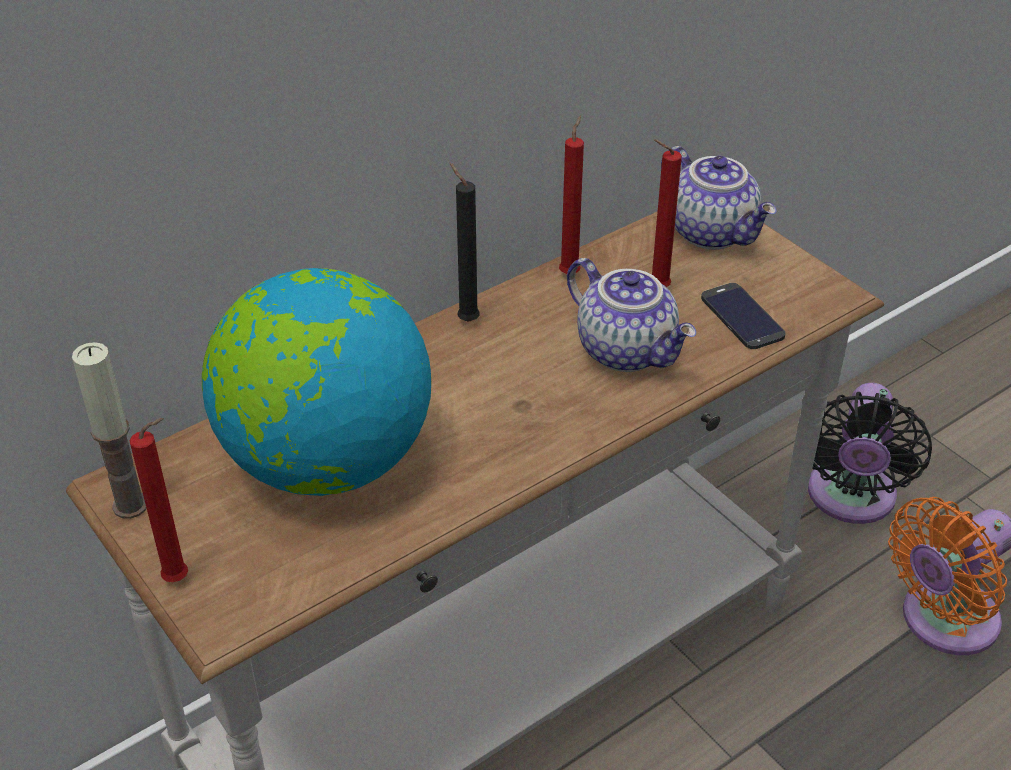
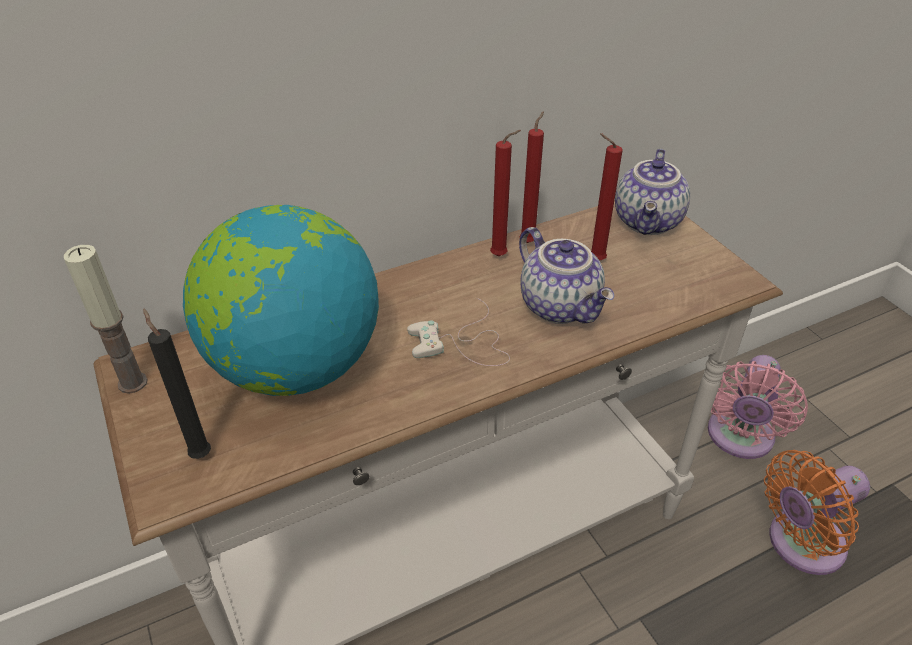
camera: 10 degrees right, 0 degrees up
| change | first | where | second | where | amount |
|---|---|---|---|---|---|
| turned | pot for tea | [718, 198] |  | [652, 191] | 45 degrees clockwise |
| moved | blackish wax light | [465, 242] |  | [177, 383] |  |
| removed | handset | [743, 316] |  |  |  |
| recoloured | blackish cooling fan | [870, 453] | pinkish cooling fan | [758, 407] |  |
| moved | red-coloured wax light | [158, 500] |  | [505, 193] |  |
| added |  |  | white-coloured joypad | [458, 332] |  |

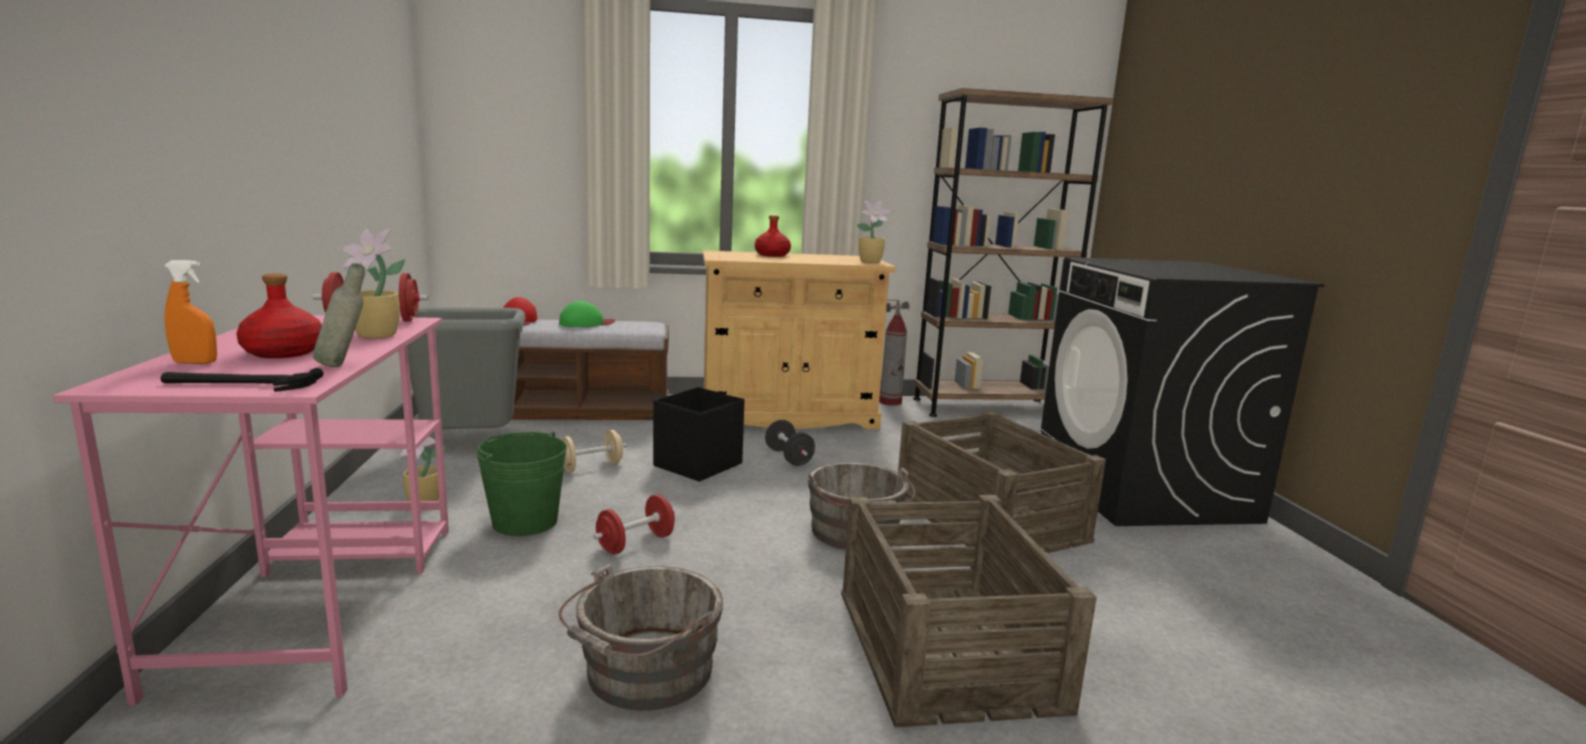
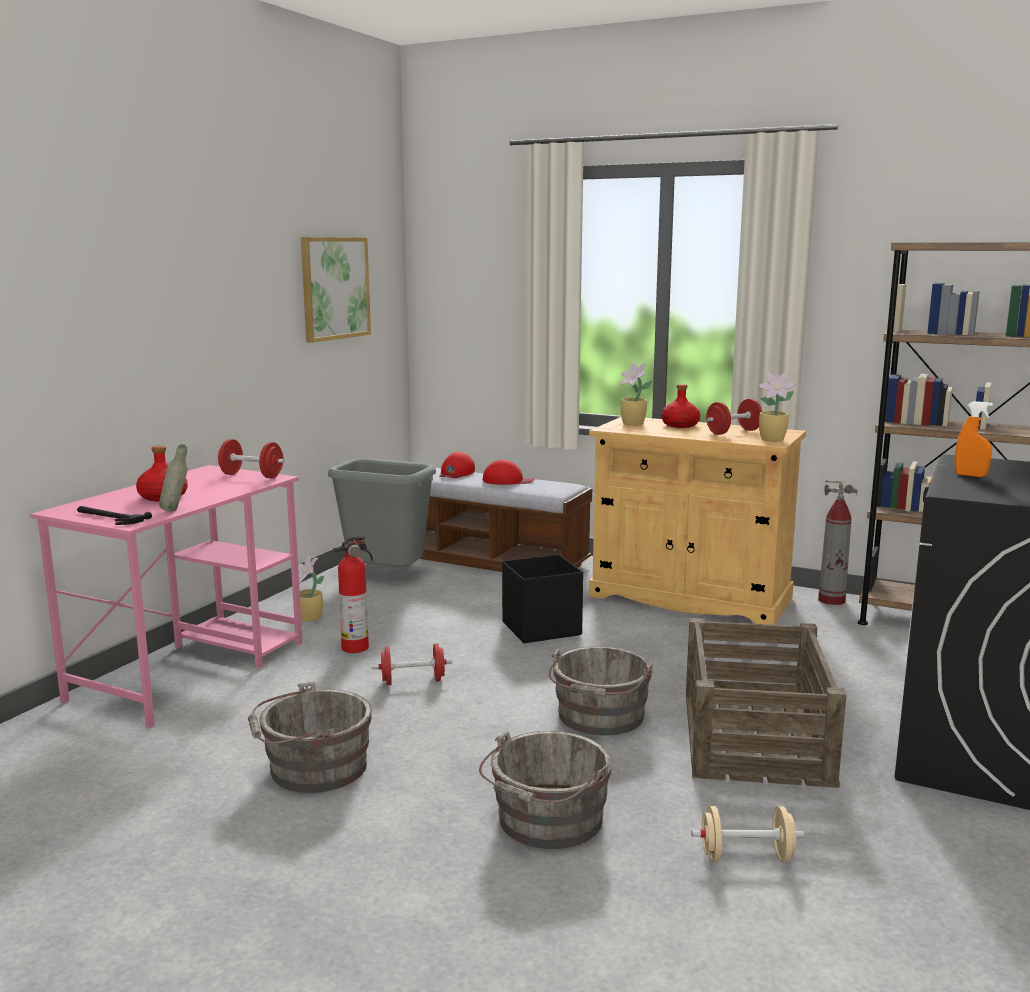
camera: 35 degrees right, 0 degrees up
| change | first | where | second | where | amount |
|---|---|---|---|---|---|
| moved | potted plant | [373, 283] |  | [636, 394] |  |
| moved | orange sprayer | [191, 312] |  | [973, 439] |  |
| recoloured | green baseball cap | [587, 314] | red-coloured baseball cap | [509, 472] |  |
| removed | blackish free weight | [790, 443] |  |  |  |
| moved | sand-coloured free weight | [594, 451] |  | [748, 834] |  |
| replaced | green water bucket | [521, 484] | extinguisher | [353, 594] |  |
| replaced | packing crate | [969, 611] | greyish water bucket | [545, 790] |  |
| added |  |  | wall picture | [336, 290] |  |
| added |  |  | red-coloured free weight | [734, 417] |  |

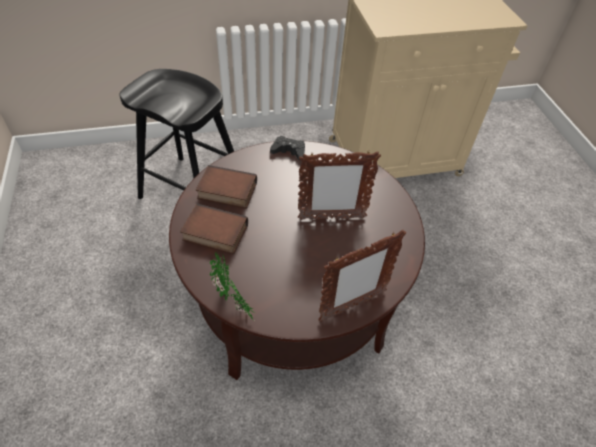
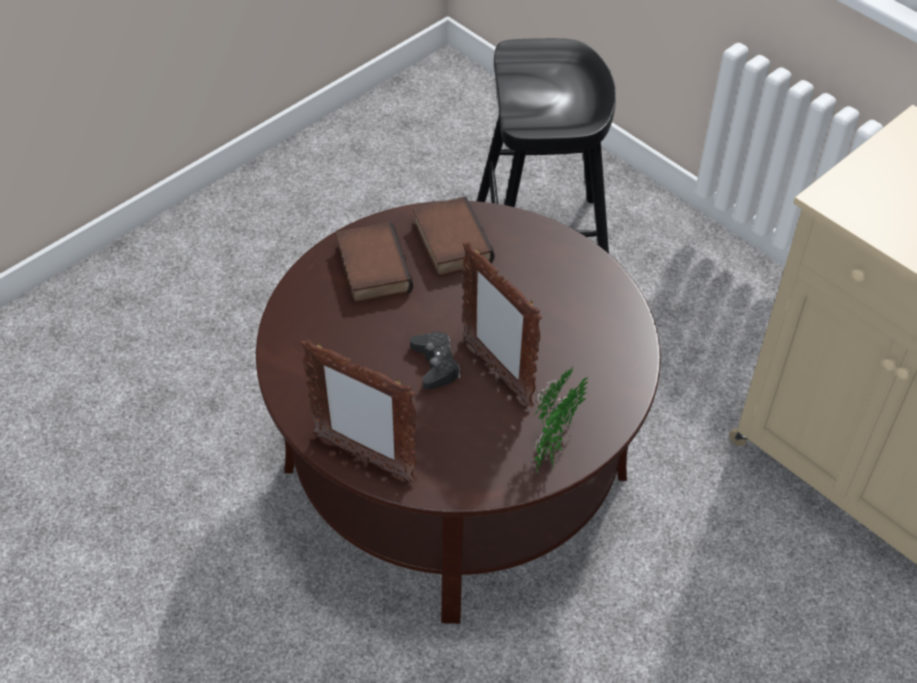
camera: 60 degrees right, 0 degrees up
| change | first | where | second | where | amount |
|---|---|---|---|---|---|
| moved | blackish joypad | [287, 148] |  | [435, 361] |  |
| moved | potted plant | [232, 285] |  | [561, 420] |  |

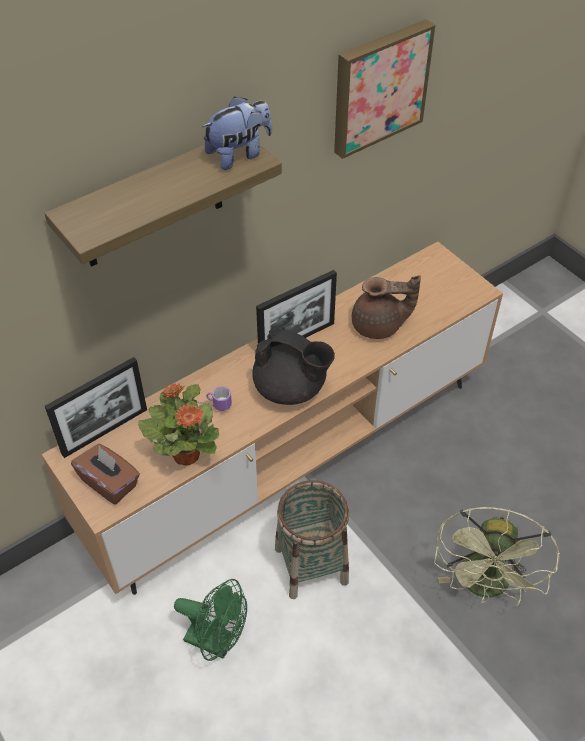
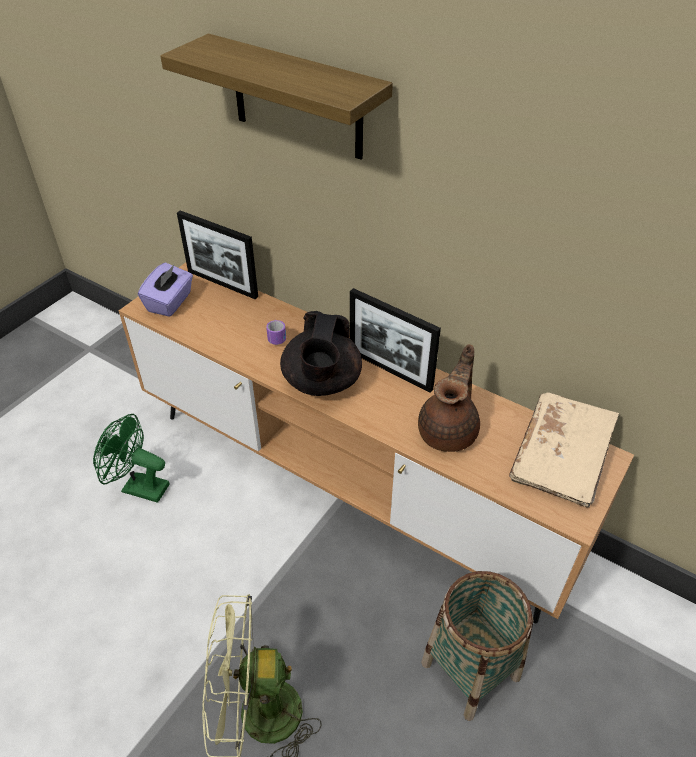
camera: 70 degrees right, 5 degrees down
| change | first | where | second | where | amount |
|---|---|---|---|---|---|
| removed | wall picture | [384, 89] |  |  |  |
| removed | cuddly toy | [237, 133] |  |  |  |
| turned | brownish pot for tea | [386, 307] |  | [449, 398] | 135 degrees counterclockwise |
| removed | potted plant | [178, 424] |  |  |  |
| recoloured | brownish tissue box | [105, 474] | purple tissue box | [165, 289] |  |
| moved | storage basket | [312, 539] |  | [477, 646] |  |
| turned | green cooling fan | [210, 620] |  | [131, 458] | 105 degrees clockwise |
| added |  |  | sand-coloured bound book | [564, 450] |  |

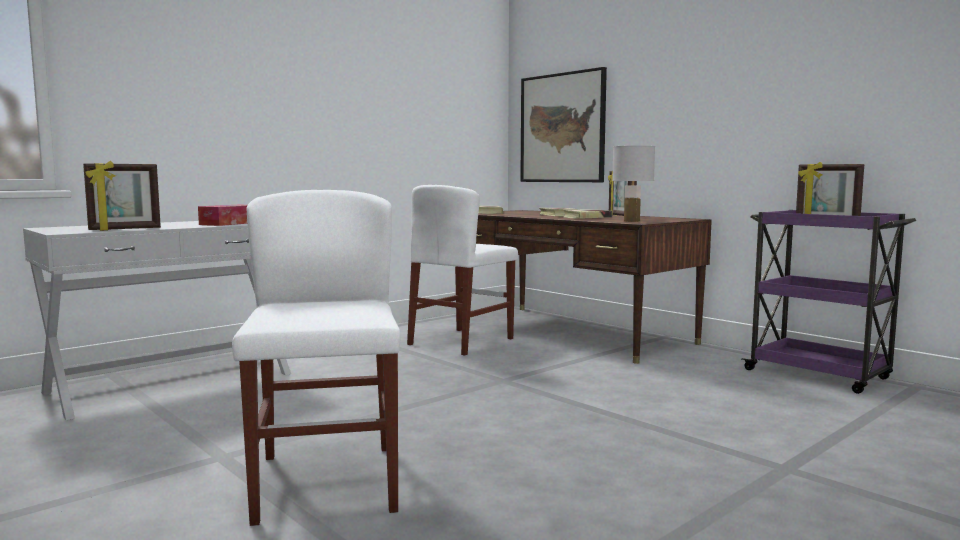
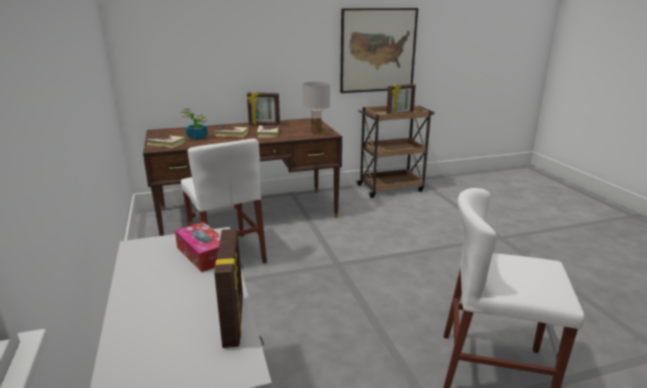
camera: 65 degrees left, 15 degrees up
| change | first | where | second | where | amount |
|---|---|---|---|---|---|
| moved | wall picture | [563, 124] |  | [379, 50] |  |
| recoloured | purple wheeled cart | [829, 302] | brownish wheeled cart | [395, 151] |  |
| added |  |  | potted plant | [194, 124] |  |

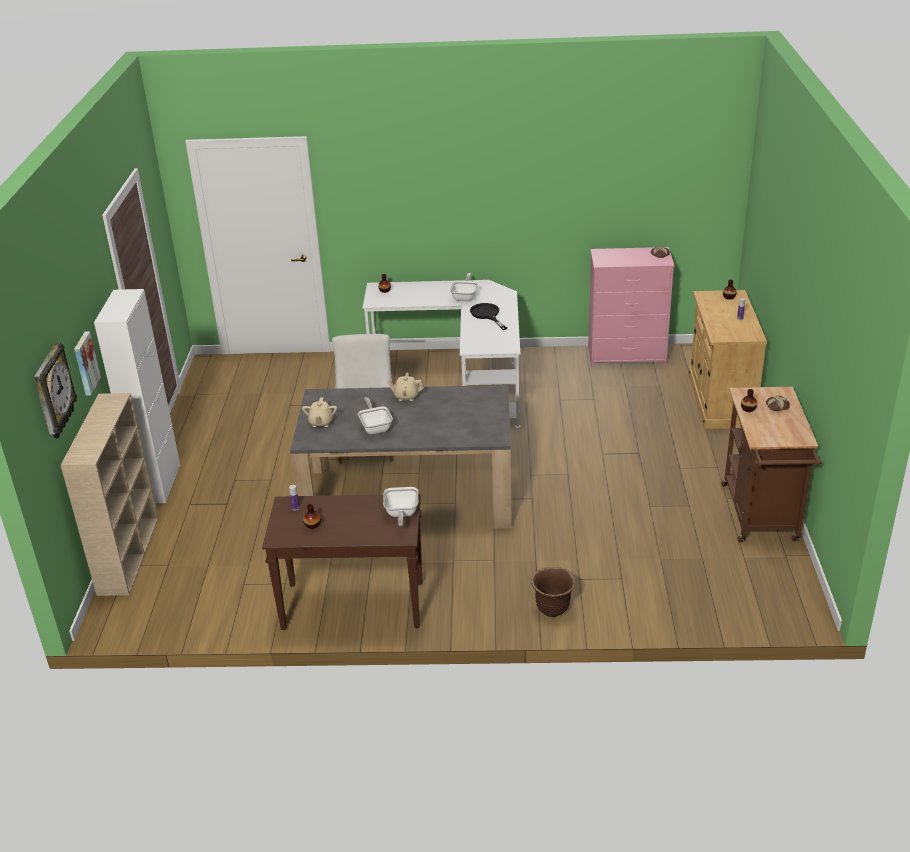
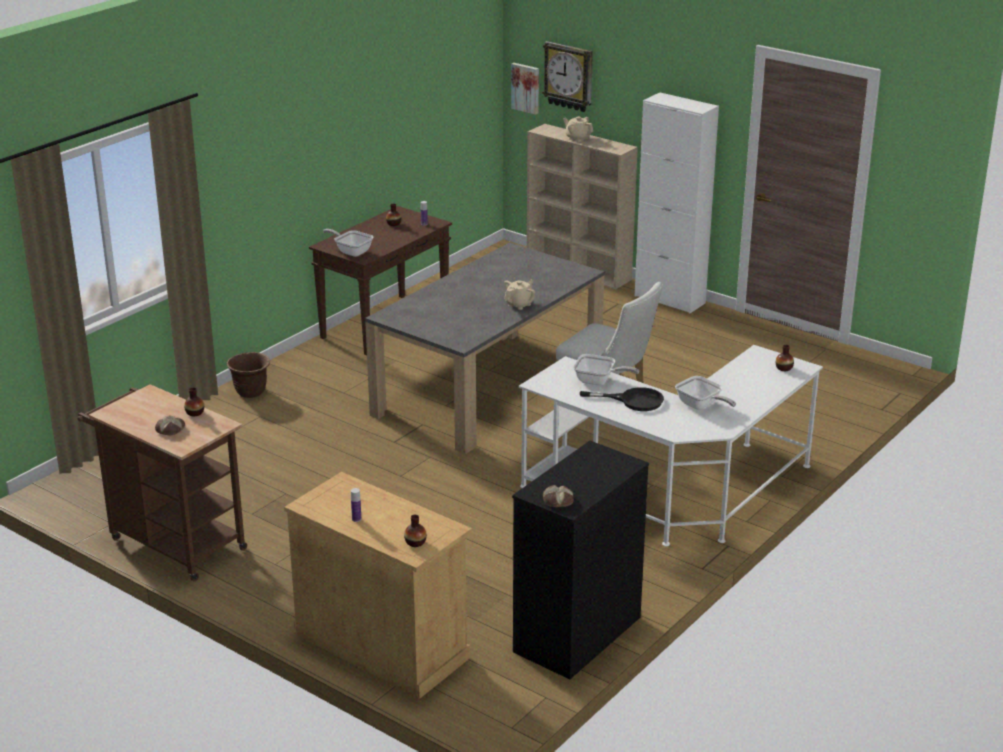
camera: 125 degrees right, 5 degrees down
| change | first | where | second | where | amount |
|---|---|---|---|---|---|
| recoloured | pinkish dresser | [631, 307] | blackish dresser | [580, 560] |  |
| moved | wall picture | [87, 363] |  | [525, 89] |  |
| moved | sand-coloured pot for tea | [319, 412] |  | [578, 129] |  |
| moved | pan | [375, 416] |  | [606, 369] |  |

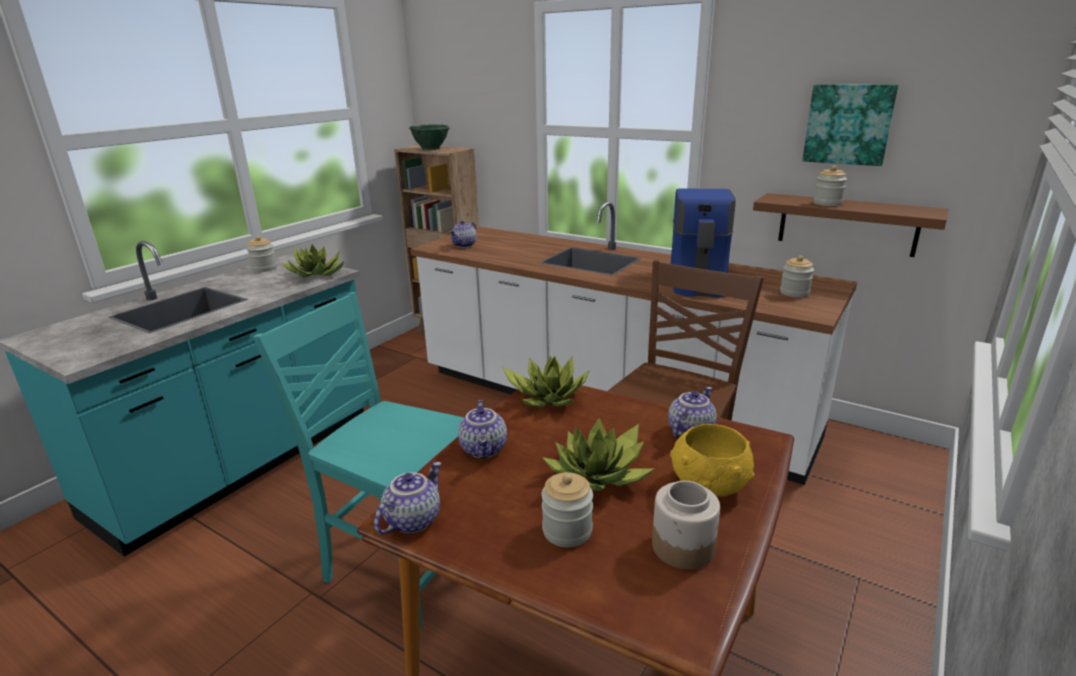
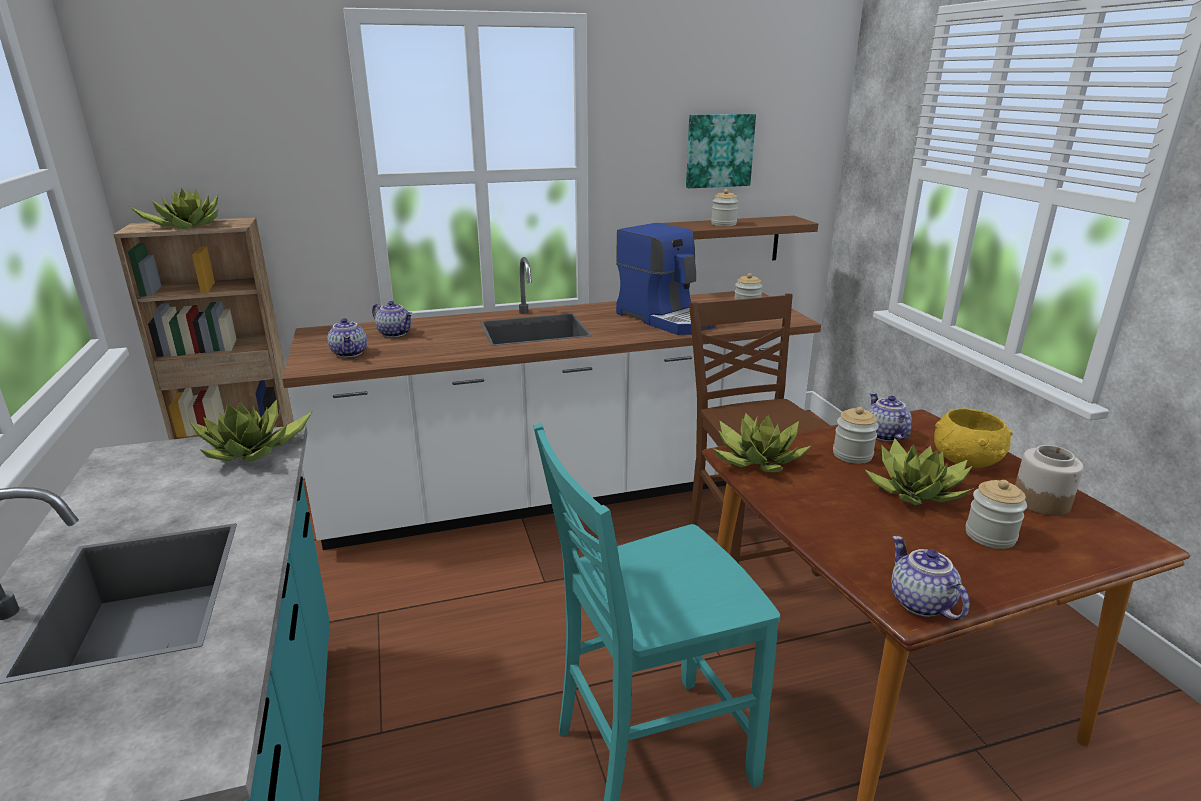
camera: 50 degrees left, 0 degrees up
| change | first | where | second | where | amount |
|---|---|---|---|---|---|
| replaced | green deep dish | [429, 137] | potted plant | [174, 208] |  |
| moved | preserve jar | [261, 254] |  | [856, 435] |  |
| moved | pot for tea | [482, 429] |  | [392, 319] |  |

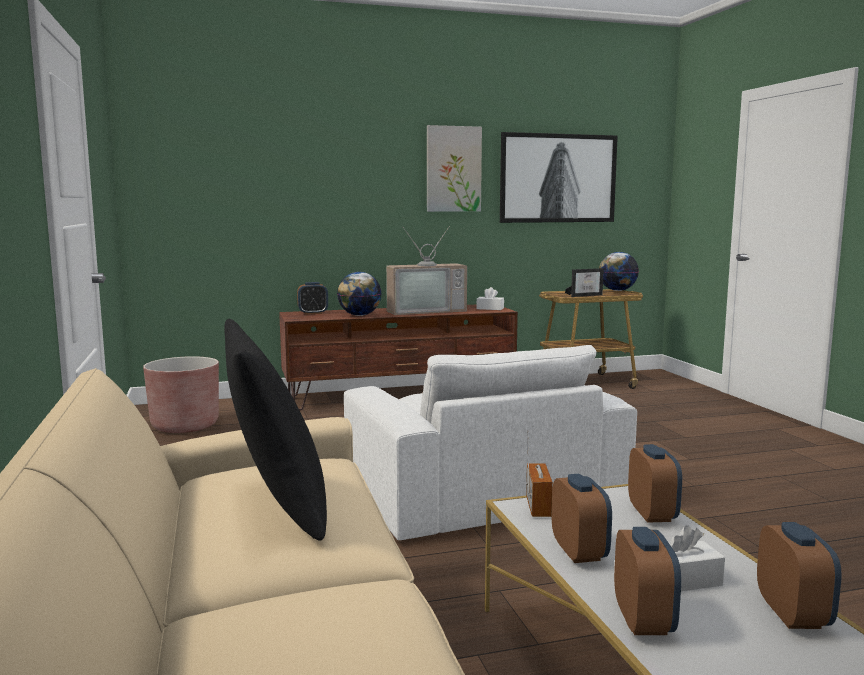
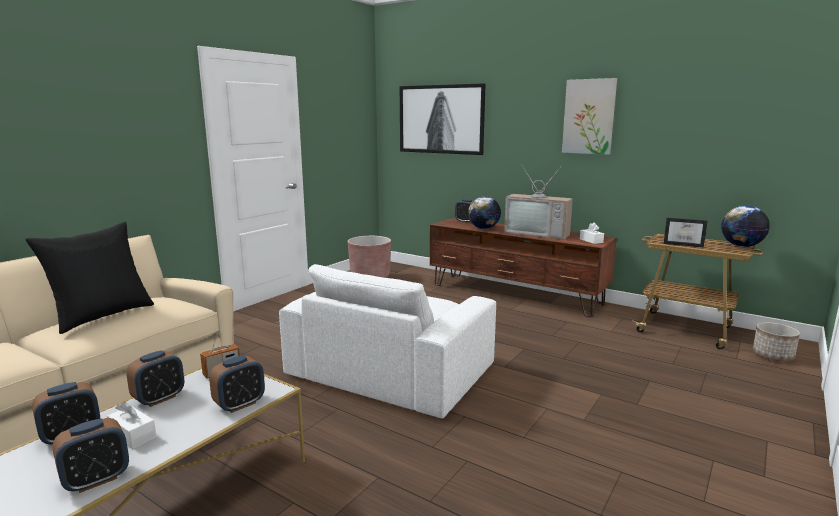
camera: 50 degrees right, 5 degrees up
| change | first | where | second | where | amount |
|---|---|---|---|---|---|
| moved | wall picture | [559, 177] |  | [442, 119] |  |
| added |  |  | planter | [776, 341] |  |

